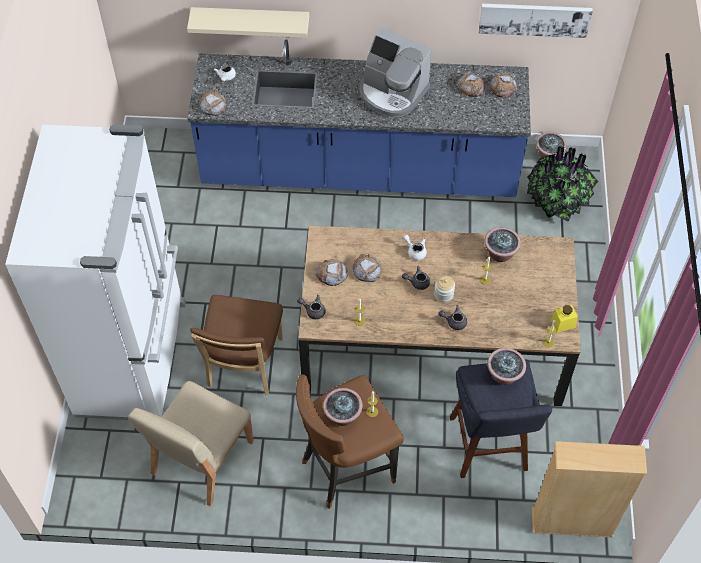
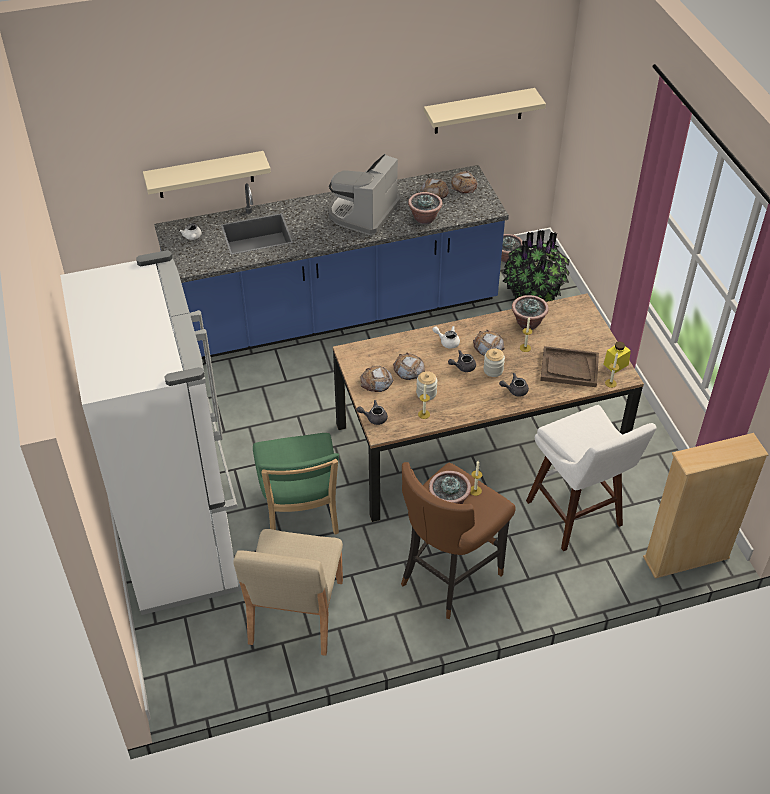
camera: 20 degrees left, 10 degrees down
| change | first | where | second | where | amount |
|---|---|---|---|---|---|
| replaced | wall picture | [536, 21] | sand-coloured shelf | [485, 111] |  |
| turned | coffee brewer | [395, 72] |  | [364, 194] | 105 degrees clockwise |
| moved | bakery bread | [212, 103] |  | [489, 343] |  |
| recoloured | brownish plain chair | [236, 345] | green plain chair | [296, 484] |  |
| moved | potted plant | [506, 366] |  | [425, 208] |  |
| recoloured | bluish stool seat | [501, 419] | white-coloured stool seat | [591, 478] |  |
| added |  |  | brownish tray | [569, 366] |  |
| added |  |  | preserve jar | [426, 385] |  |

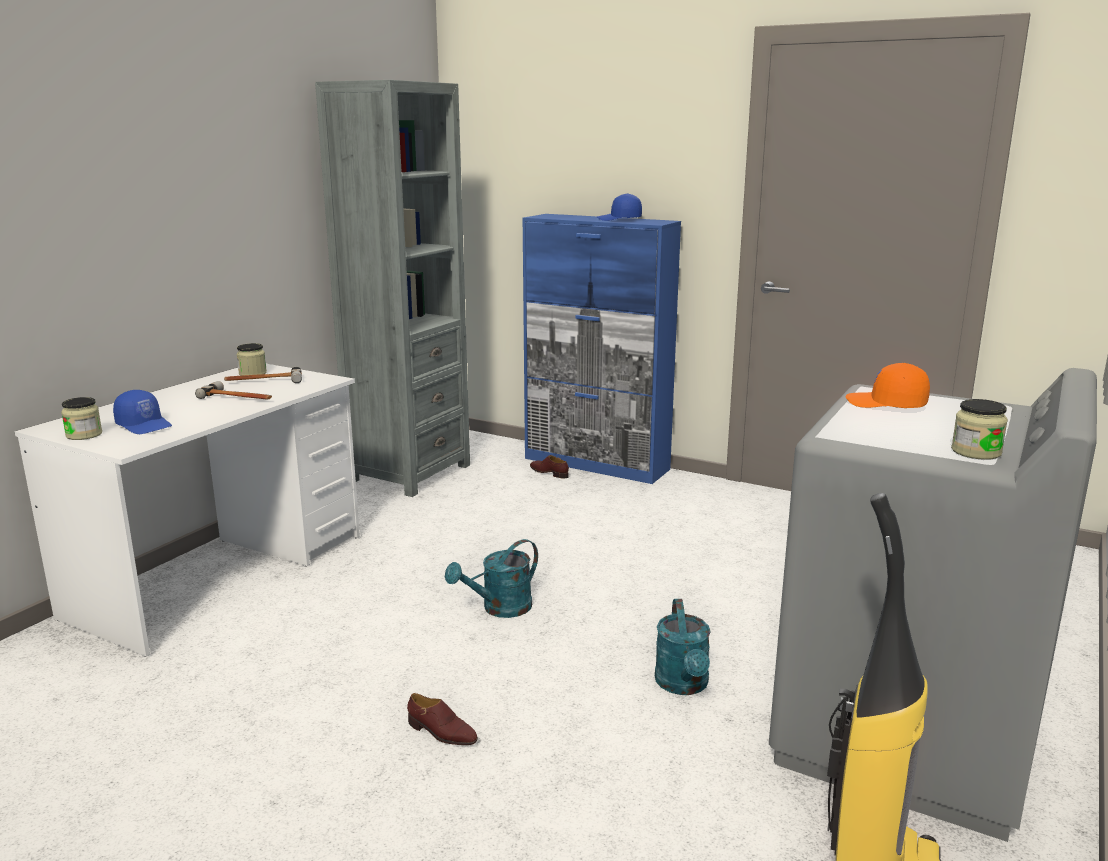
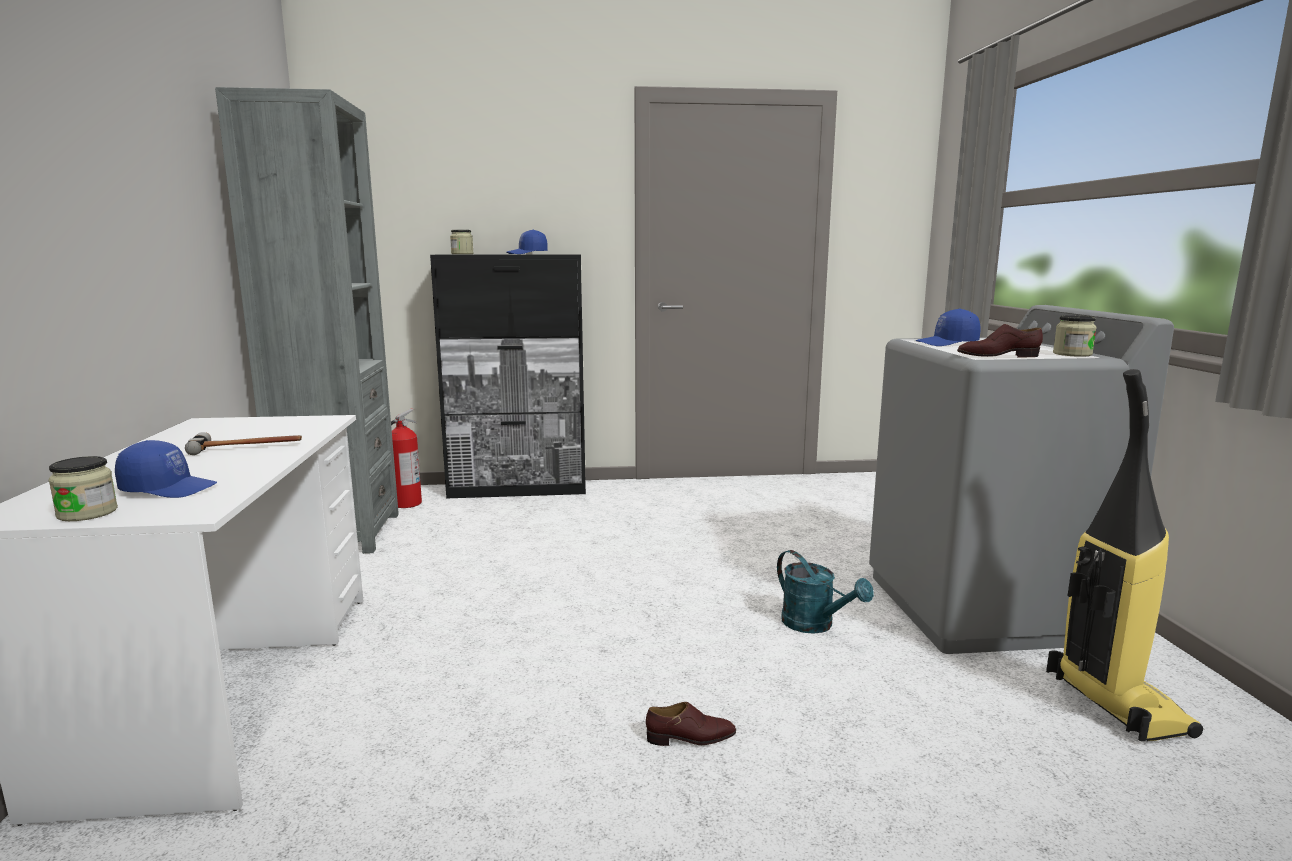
camera: 35 degrees left, 5 degrees down
| change | first | where | second | where | amount |
|---|---|---|---|---|---|
| recoloured | bluish storage cabinet | [601, 349] | blackish storage cabinet | [508, 376] |  |
| moved | preserve jar | [251, 359] |  | [462, 242] |  |
| recoloured | orange baseball cap | [888, 385] | bluish baseball cap | [948, 327] |  |
| removed | tool hammer | [263, 375] |  |  |  |
| moved | brownish shoe | [549, 466] |  | [1000, 340] |  |
| removed | turquoise watering pot | [491, 578] |  |  |  |
| added |  |  | extinguisher | [406, 458] |  |

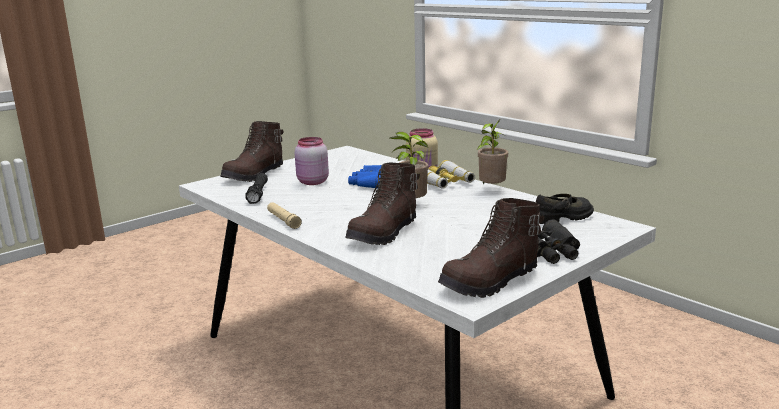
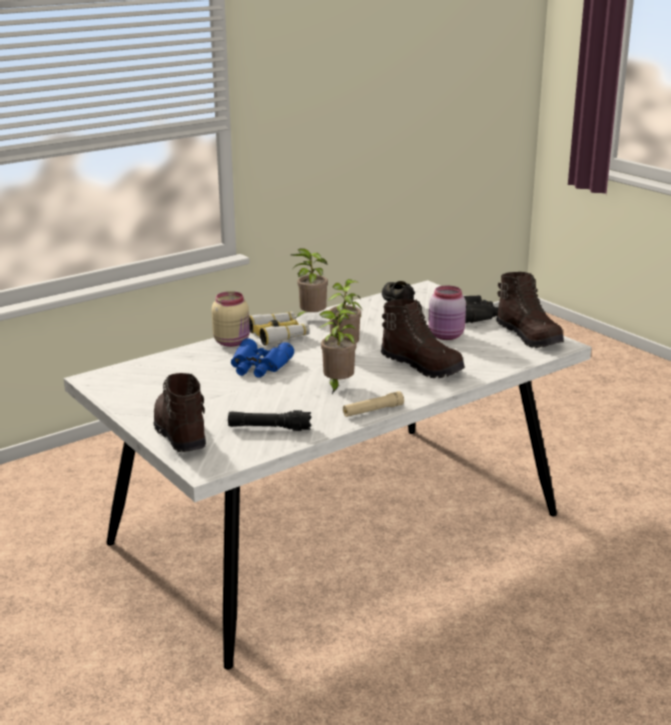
camera: 85 degrees left, 5 degrees up
| change | first | where | second | where | amount |
|---|---|---|---|---|---|
| turned | brownish high-top boot | [252, 151] |  | [180, 412] | 150 degrees counterclockwise |
| moved | pinkish preserve jar | [312, 161] |  | [447, 312] |  |
| added |  |  | potted plant | [337, 351] |  |

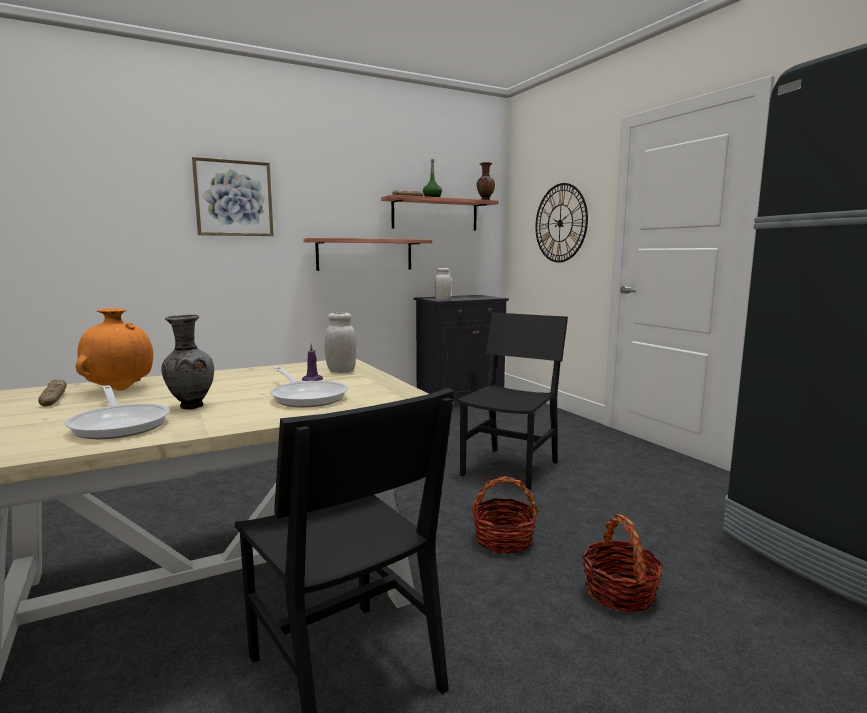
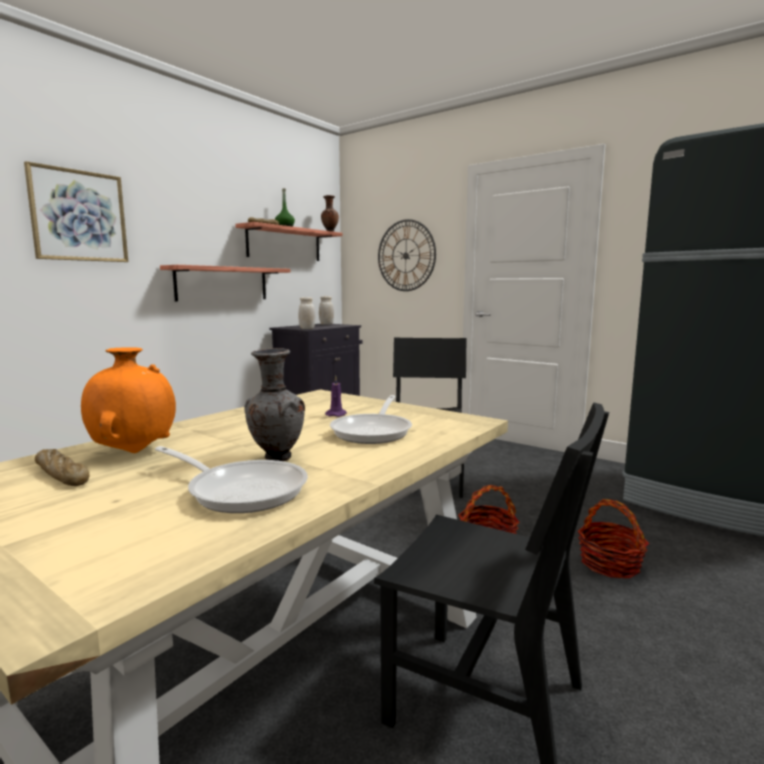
camera: 25 degrees left, 0 degrees up
| change | first | where | second | where | amount |
|---|---|---|---|---|---|
| moved | white-coloured preserve jar | [341, 343] |  | [326, 310] |  |
| turned | pan | [309, 386] |  | [371, 419] | 75 degrees clockwise |

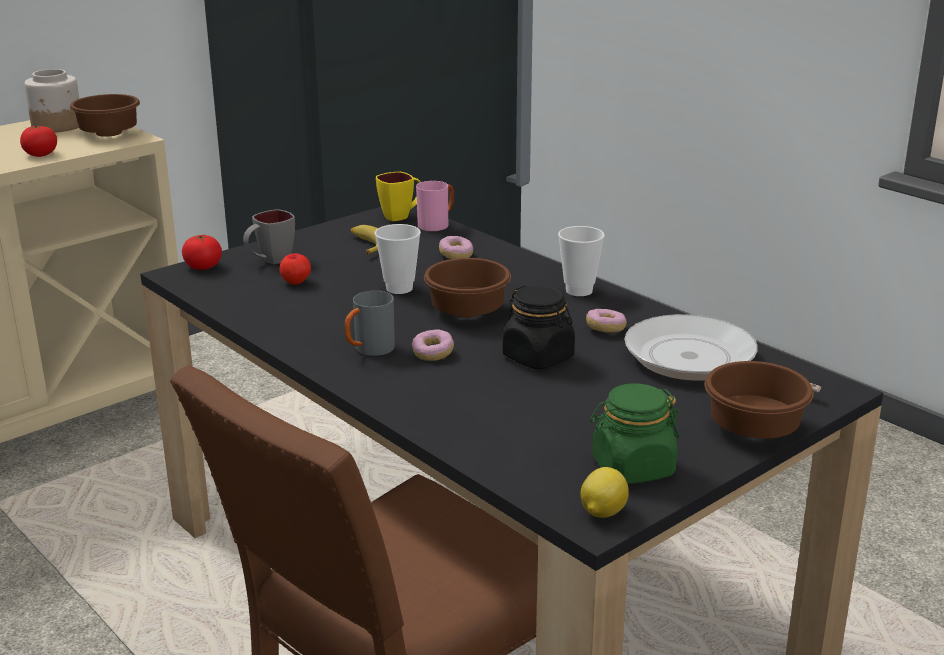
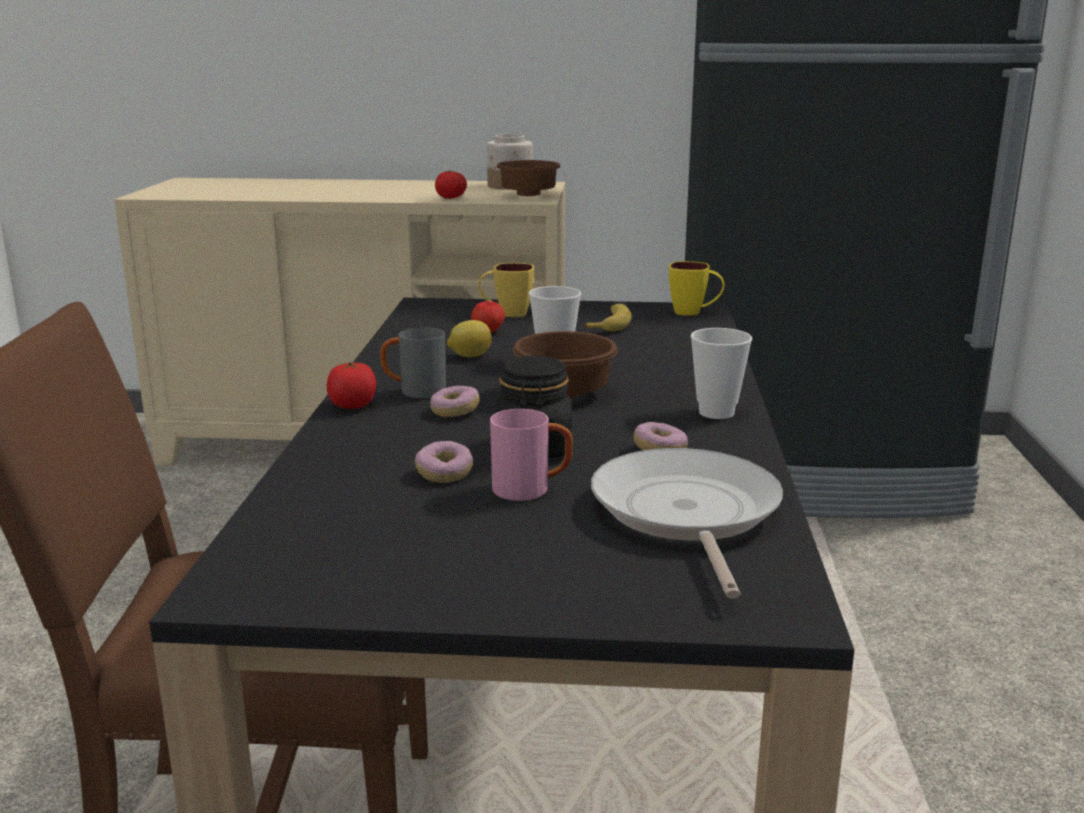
camera: 45 degrees right, 5 degrees down
| change | first | where | second | where | amount |
|---|---|---|---|---|---|
| moved | pinkish tea mug | [435, 206] |  | [531, 455] |  |
| recoloured | greyish tea mug | [269, 236] | yellow tea mug | [506, 290] |  |
| moved | whole tomato | [202, 252] |  | [351, 385] |  |
| moved | doughnut | [456, 247] |  | [444, 462] |  |
| removed | brownish deep dish | [759, 400] |  |  |  |
| removed | green preserve jar | [634, 433] |  |  |  |
| moved | lemon | [604, 492] |  | [469, 338] |  |

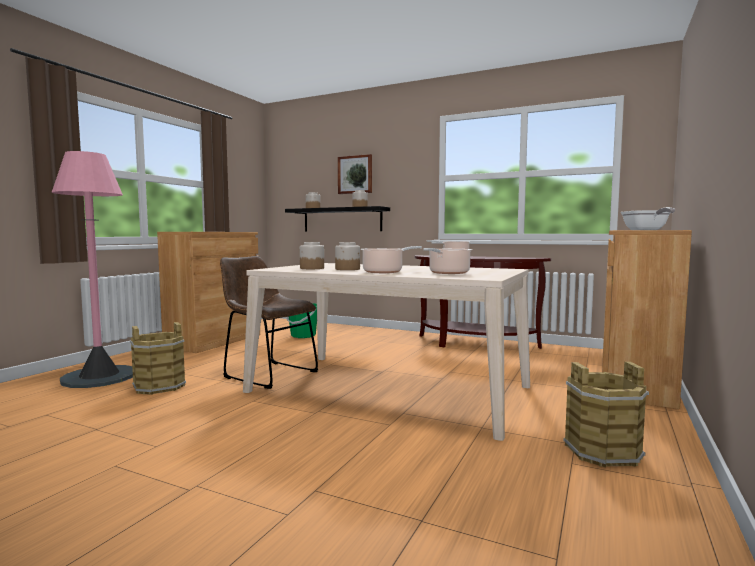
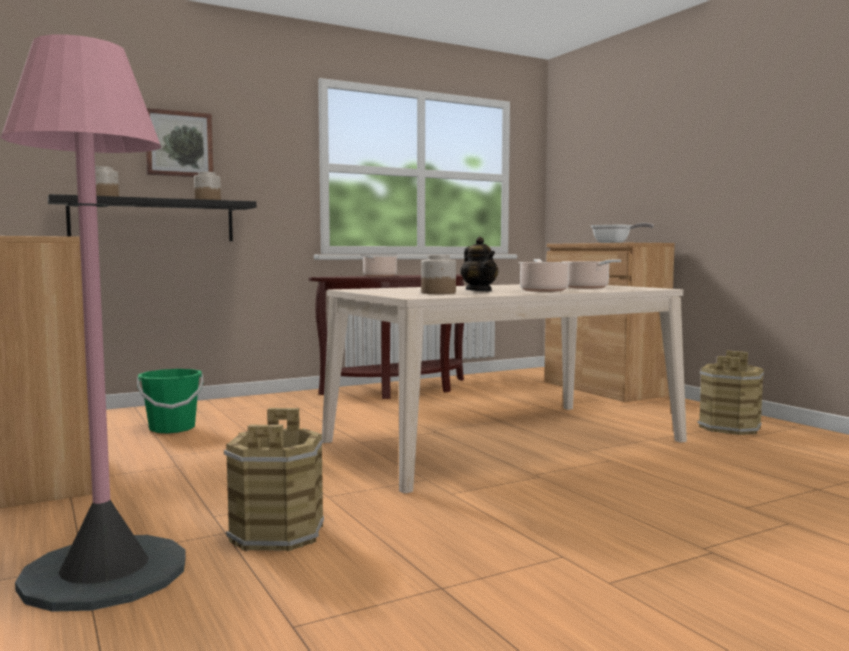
camera: 55 degrees left, 0 degrees up
| change | first | where | second | where | amount |
|---|---|---|---|---|---|
| replaced | preserve jar | [347, 256] | pot for tea | [479, 264] |  |
| removed | brownish plain chair | [269, 322] |  |  |  |

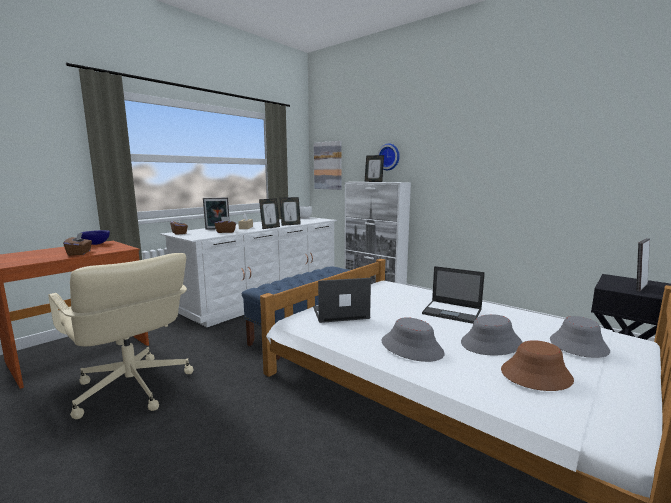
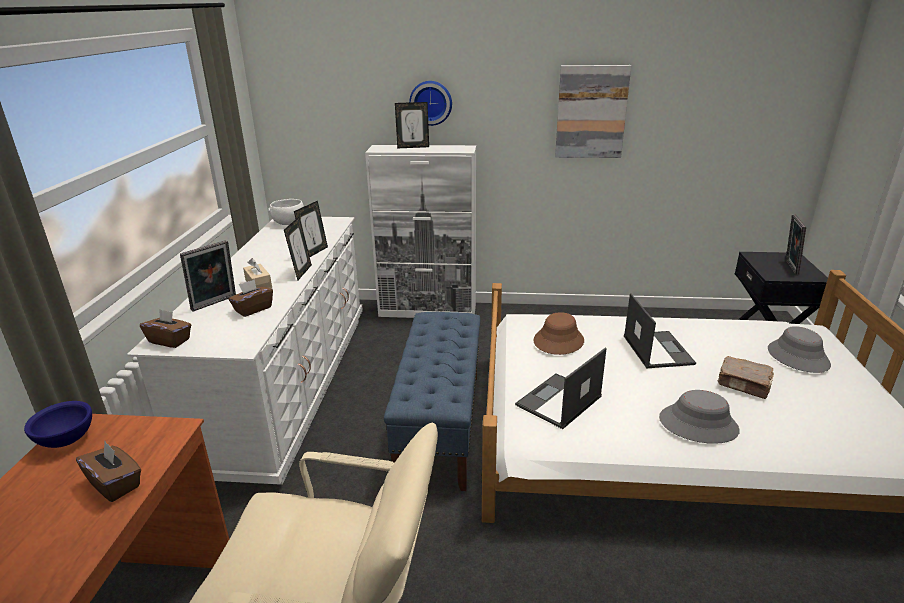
camera: 35 degrees left, 15 degrees up
| change | first | where | second | where | amount |
|---|---|---|---|---|---|
| moved | wall picture | [328, 165] |  | [593, 111] |  |
| turned | portable computer | [453, 295] |  | [660, 330] | 90 degrees counterclockwise |
| replaced | greyish hat | [492, 335] | brownish bound book | [746, 377] |  |
| moved | brownish hat | [537, 365] |  | [559, 333] |  |

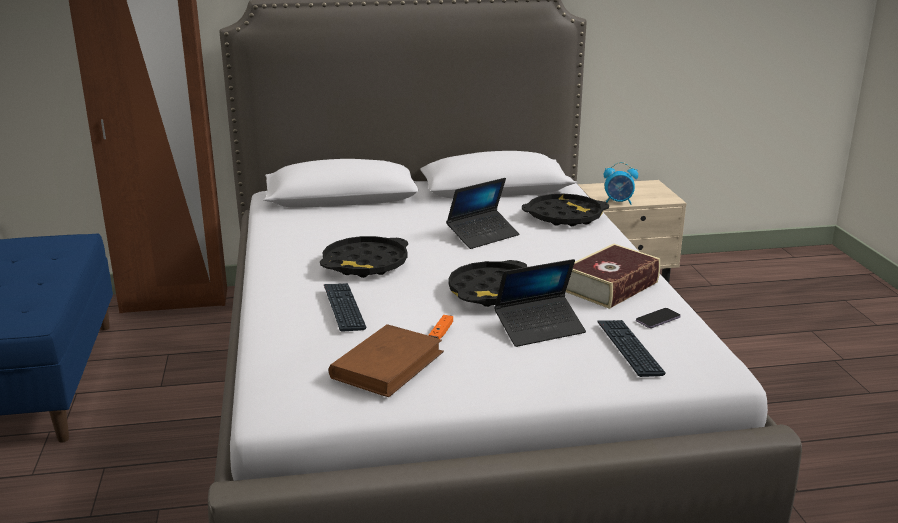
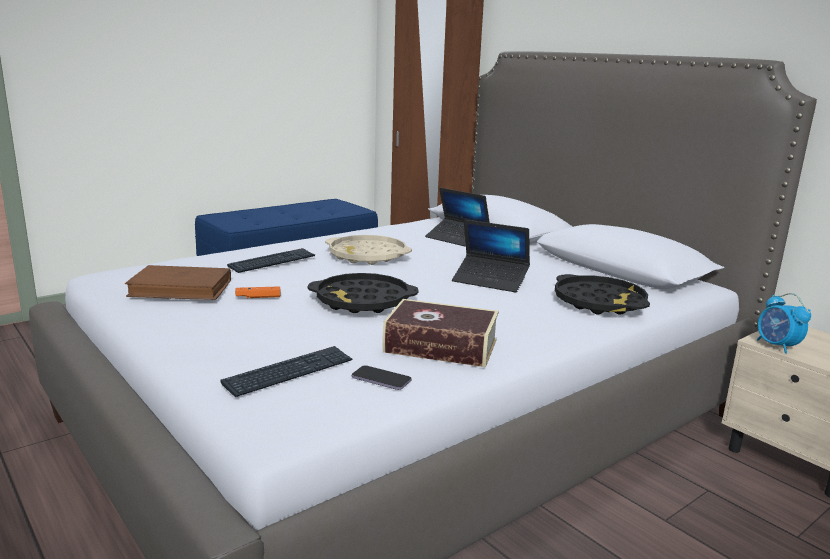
camera: 60 degrees right, 5 degrees down
| change | first | where | second | where | amount |
|---|---|---|---|---|---|
| recoloured | blackish tray | [364, 257] | sand-coloured tray | [368, 250] |  |
| moved | portable computer | [540, 303] |  | [457, 217] |  |

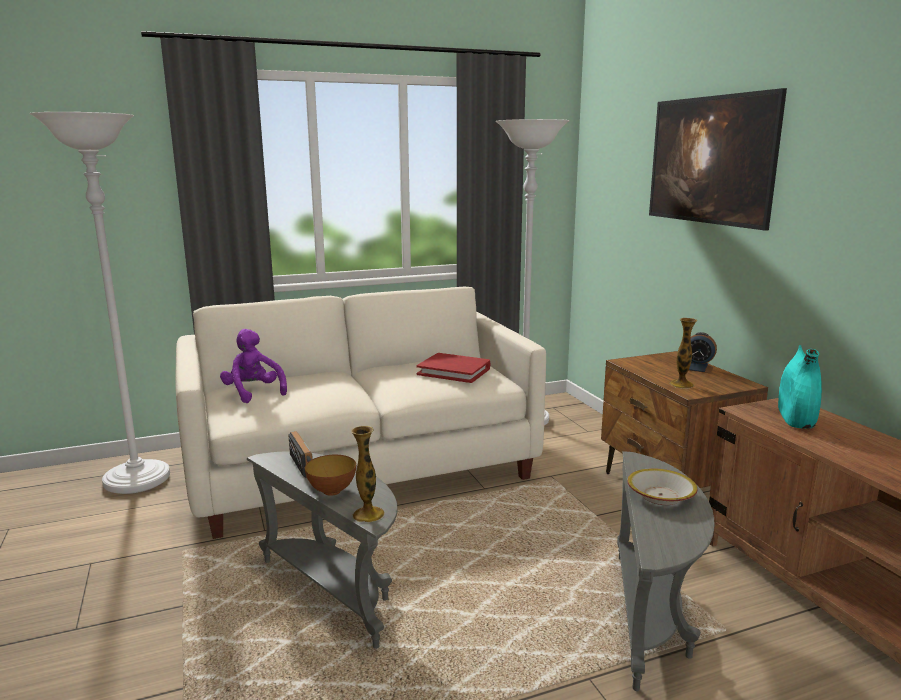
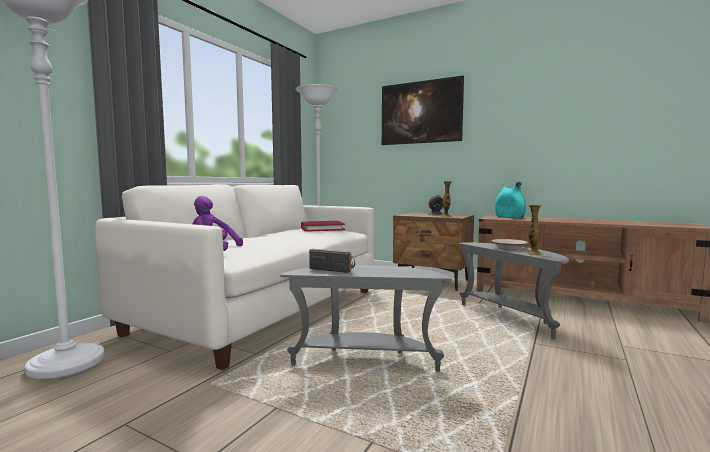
camera: 40 degrees left, 10 degrees down
| change | first | where | second | where | amount |
|---|---|---|---|---|---|
| moved | vase | [368, 474] |  | [534, 230] |  |
| removed | deep dish | [330, 475] |  |  |  |

